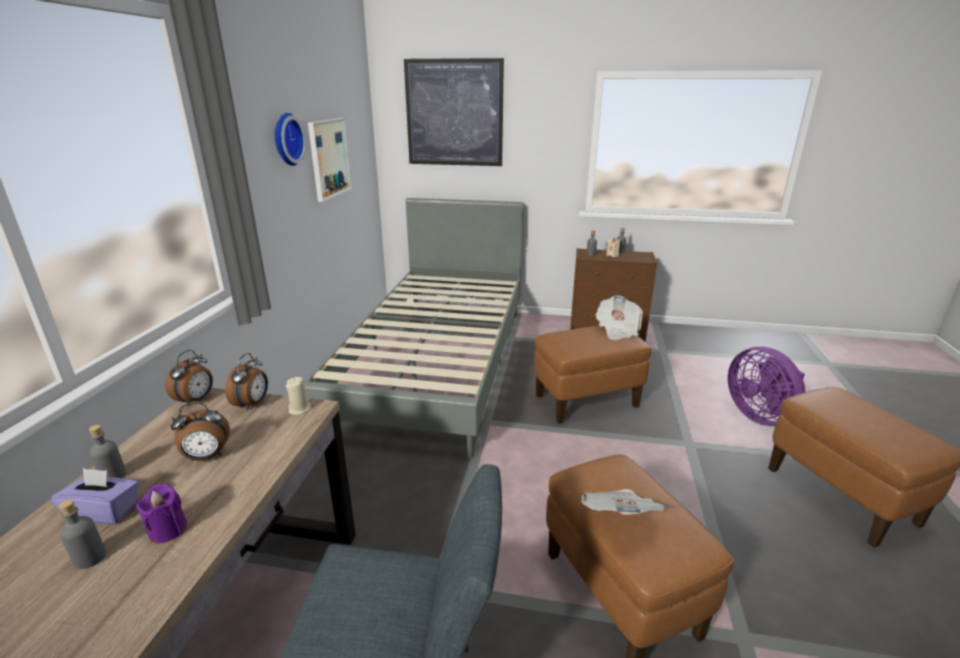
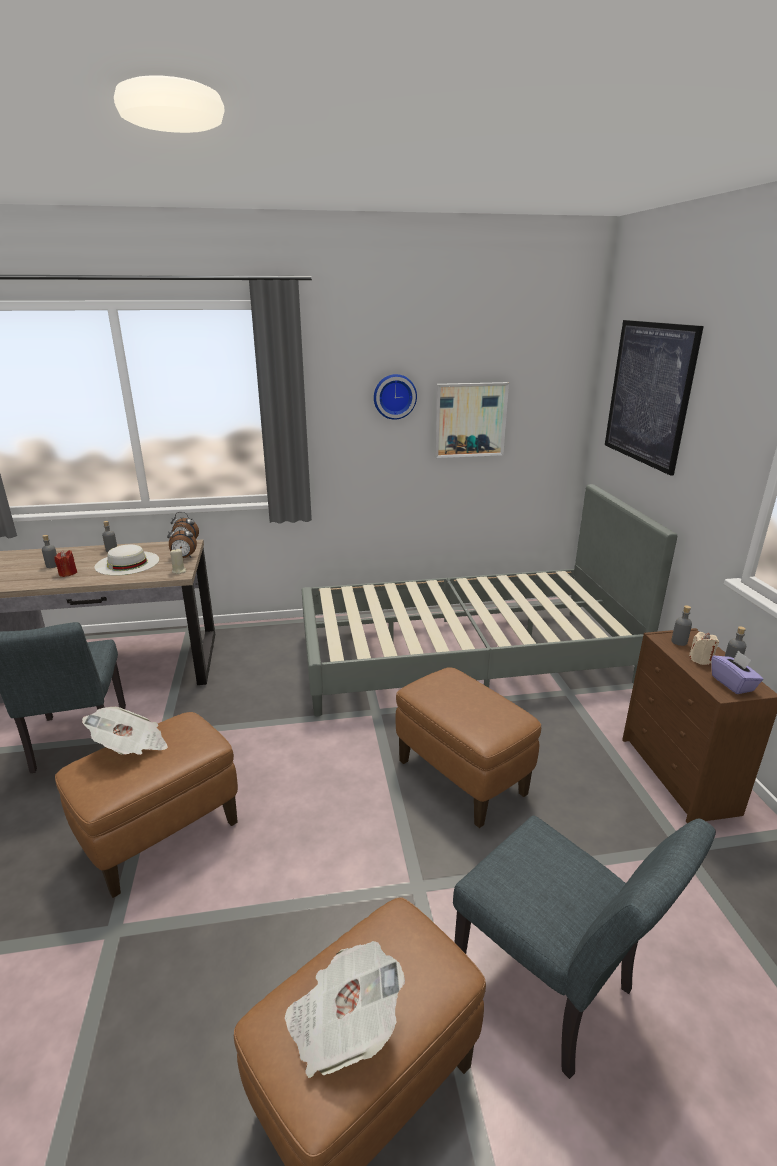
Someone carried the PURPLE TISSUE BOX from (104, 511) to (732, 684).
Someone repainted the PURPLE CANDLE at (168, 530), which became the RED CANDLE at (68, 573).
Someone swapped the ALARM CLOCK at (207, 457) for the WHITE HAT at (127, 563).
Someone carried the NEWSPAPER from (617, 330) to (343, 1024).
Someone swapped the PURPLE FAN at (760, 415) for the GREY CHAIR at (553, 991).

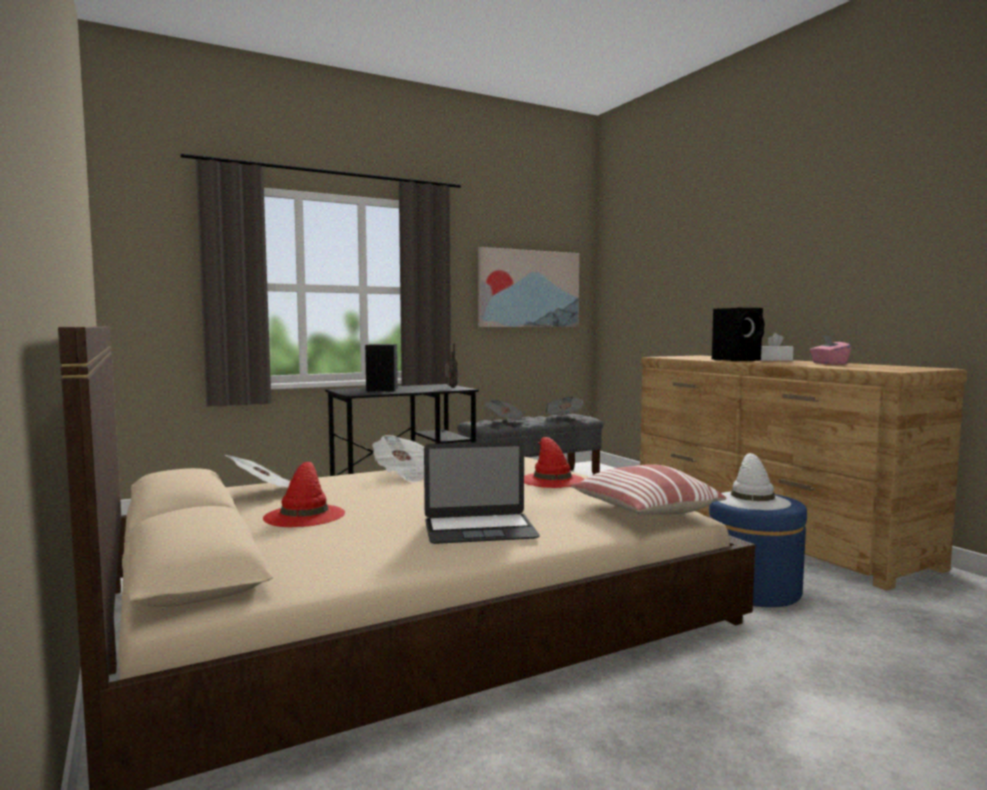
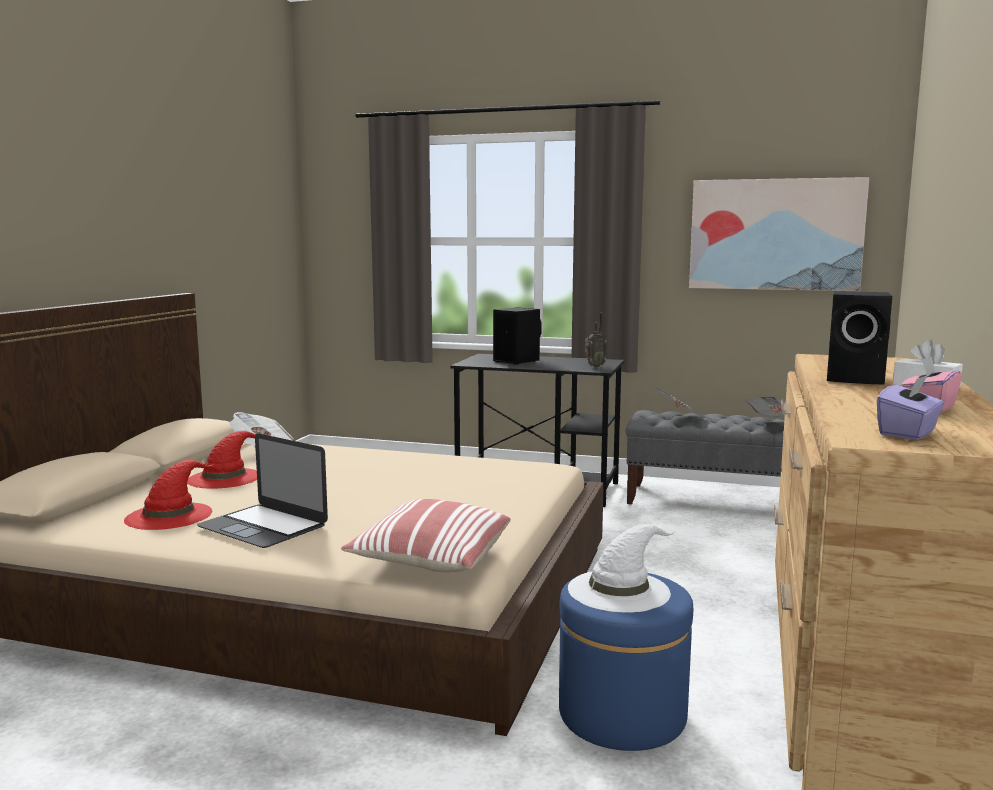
Someone took away the NEWSPAPER at (404, 475).
Someone carried the RED HAT from (551, 479) to (170, 515).
Someone put down the PURPLE TISSUE BOX at (908, 433).

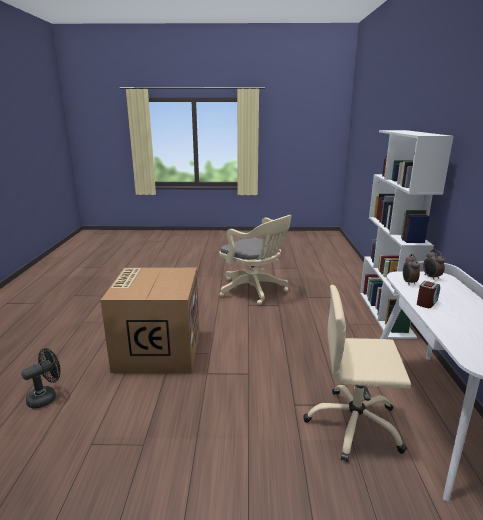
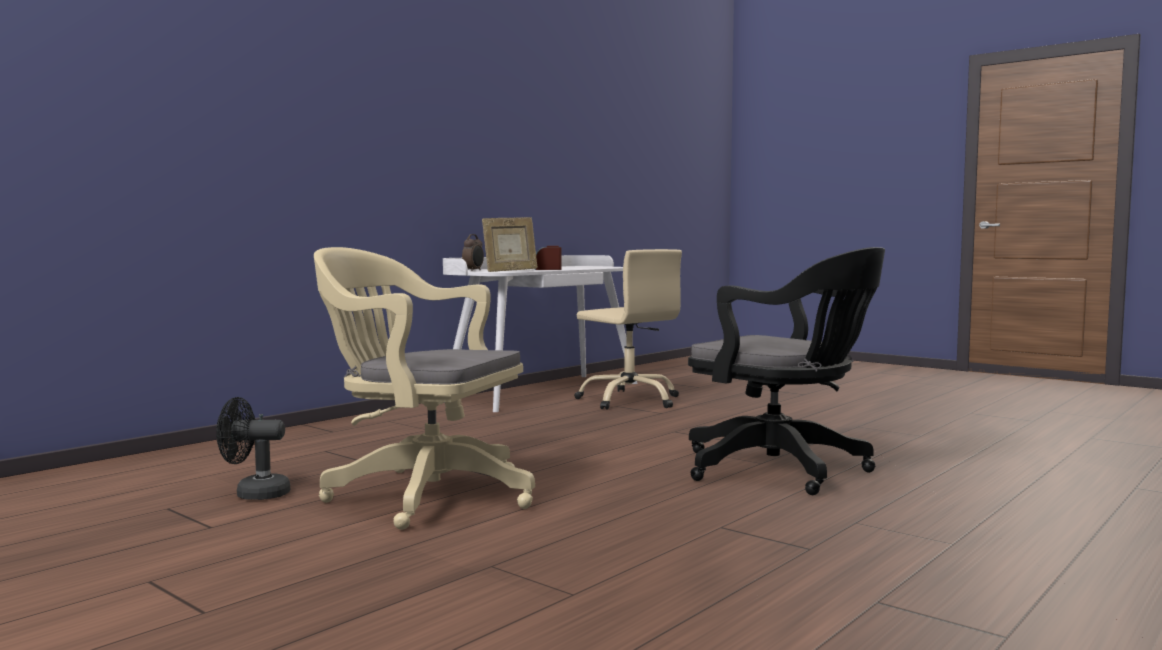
Someone carried the BLACK FAN from (46, 397) to (254, 494).
Someone swapped the CARDBOARD BOX at (157, 349) for the BLACK OFFICE CHAIR at (783, 470).
Someone rotated the BEIGE OFFICE CHAIR at (255, 290) by 60 degrees counterclockwise.
Someone took away the WHITE BOOKCASE at (386, 314).
Someone swapped the ALARM CLOCK at (408, 283) for the PICTURE FRAME at (510, 271).

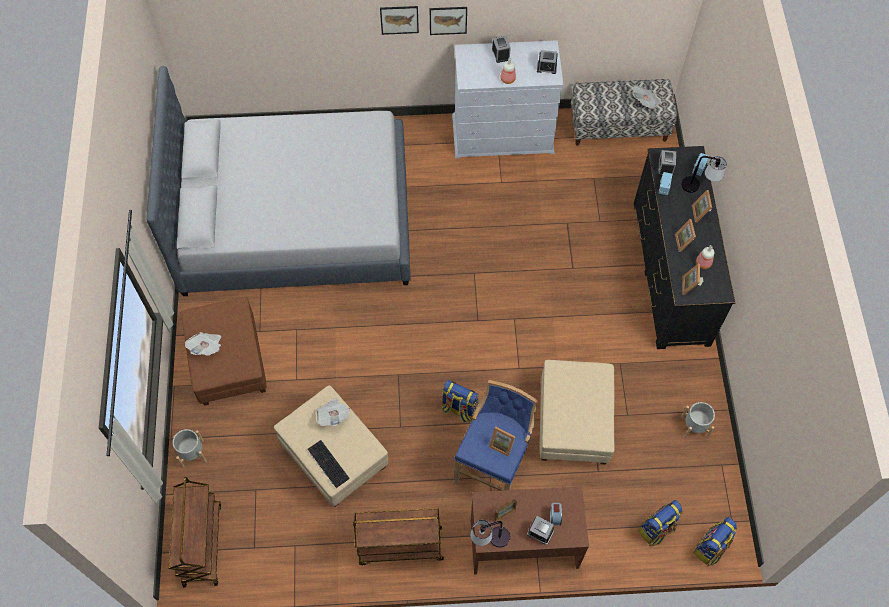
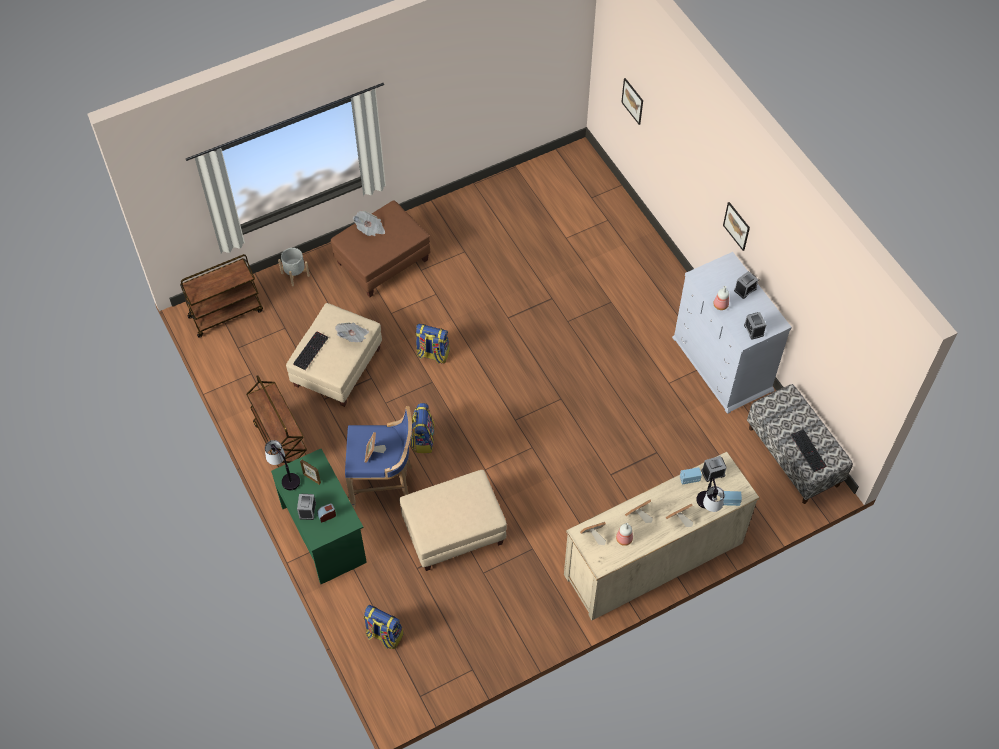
Someone took away the GREY BED at (296, 218).
Someone carried the PICTURE from (399, 19) to (632, 101).
Someone repainted the BROWN DESK at (523, 543), which became the GREEN DESK at (324, 534).
Someone swapped the NEWSPAPER at (645, 102) for the KEYBOARD at (809, 451).
Someone repainted the BLACK DRESSER at (670, 272), which became the BEIGE DRESSER at (653, 559).
Someone took away the GREY PLANTER at (694, 426).
Someone carried the BACKPACK from (711, 548) to (432, 354).

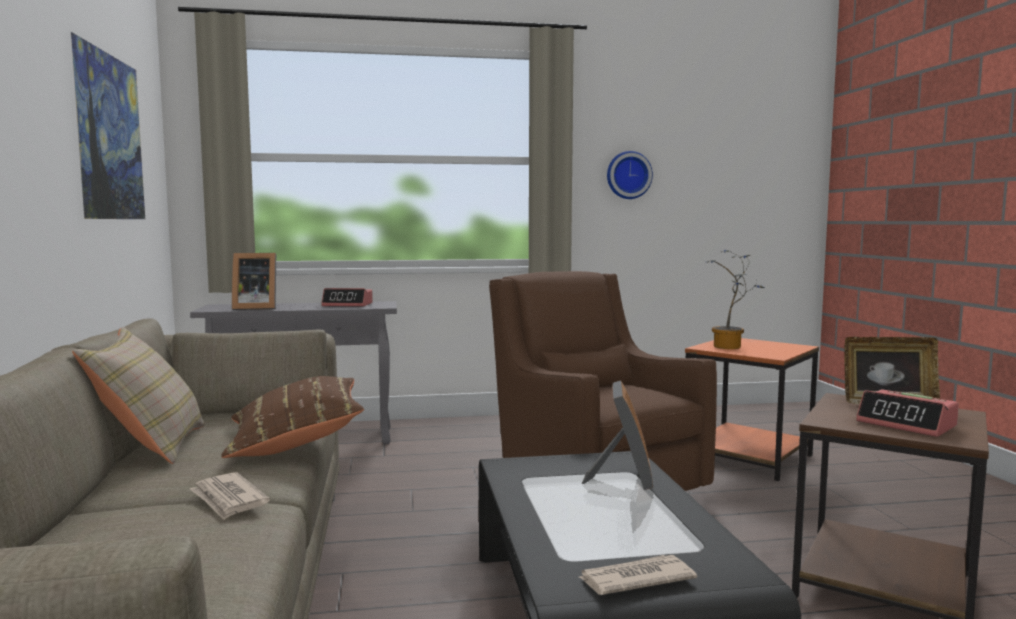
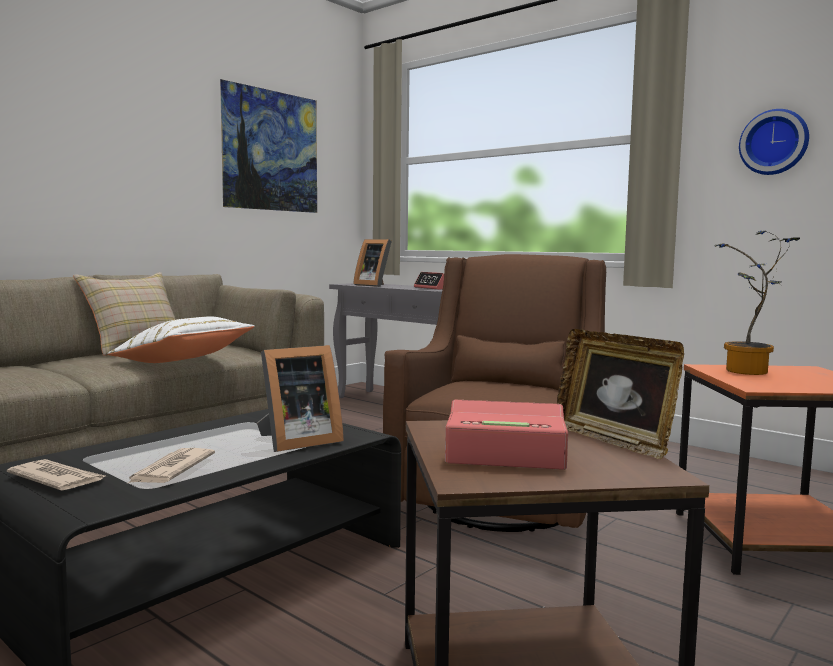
Someone carried the NEWSPAPER from (228, 499) to (170, 470).
Someone repainted the BROWN PILLOW at (295, 442), which became the WHITE PILLOW at (183, 361).
Someone rotated the ALARM CLOCK at (906, 424) by 90 degrees clockwise.

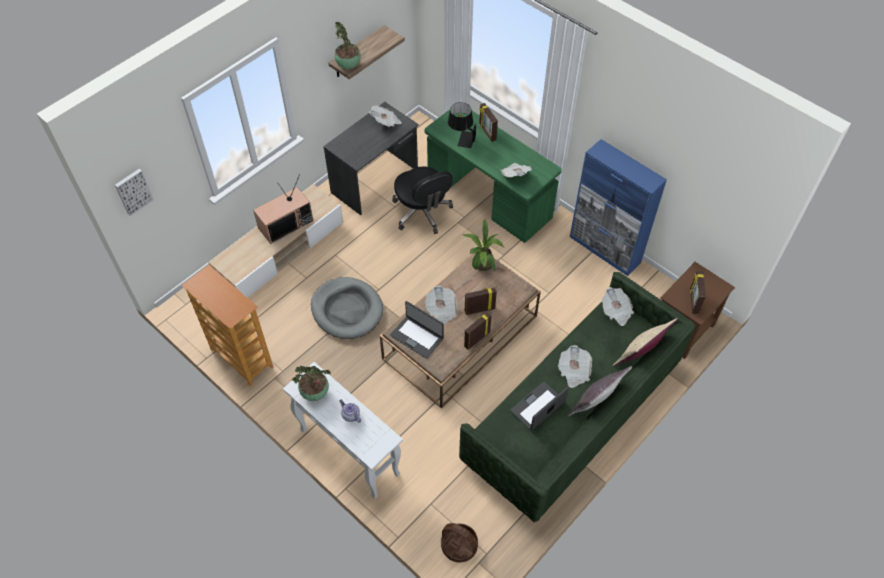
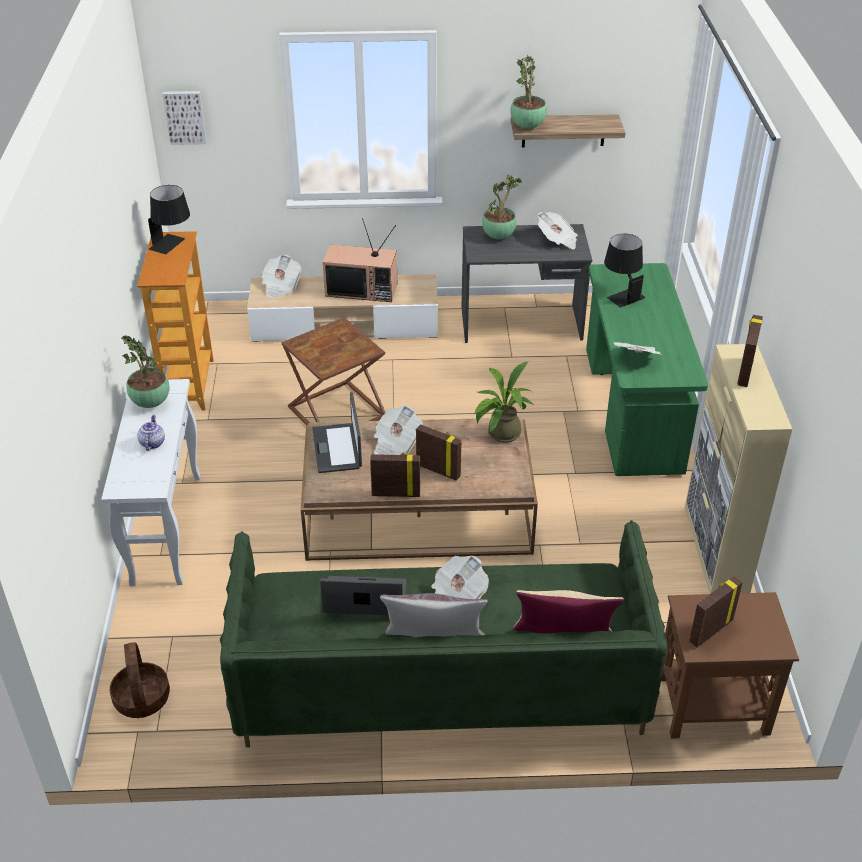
Someone swapped the GREY DOG BED at (347, 310) for the BROWN SIDE TABLE at (337, 411).
Someone took away the BLACK OFFICE CHAIR at (422, 212).
Someone carried the PICTURE FRAME from (487, 132) to (744, 372).
Someone repainted the BLUE CABINET at (605, 250), which became the BEIGE CABINET at (715, 550).
Someone carried the NEWSPAPER from (616, 311) to (281, 286).
Someone put down the BLACK TABLE LAMP at (173, 245).
Someone put down the POTTED PLANT at (499, 236).

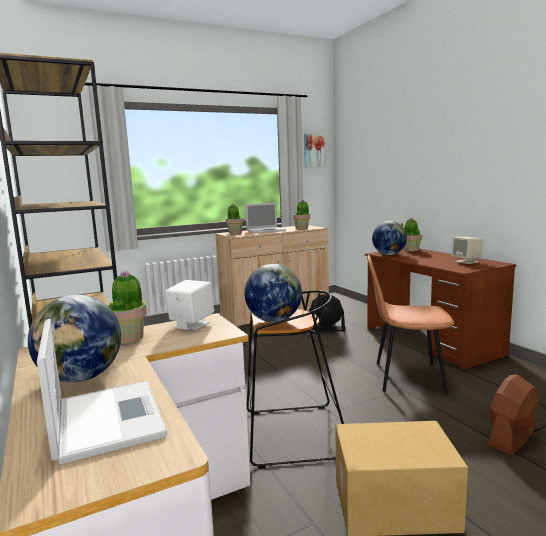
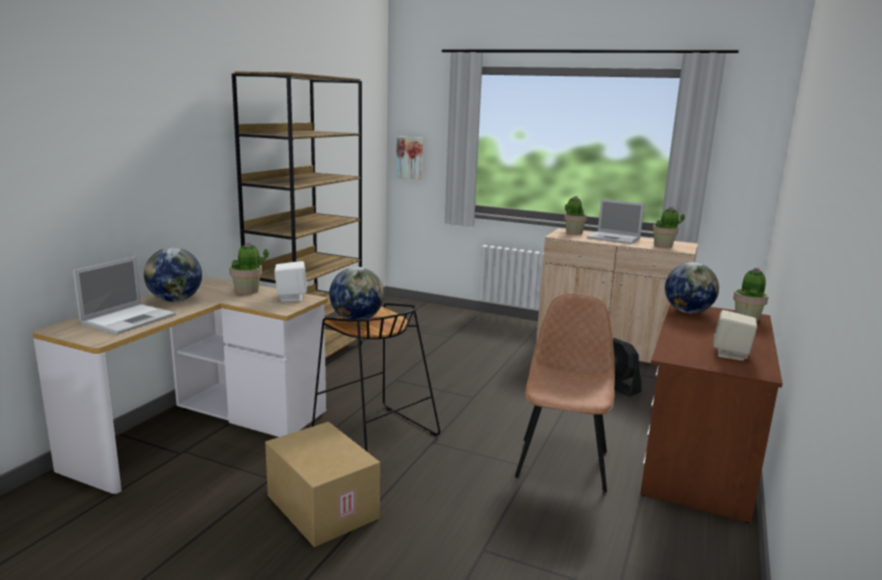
Someone carried the PICTURE from (313, 150) to (410, 158).
Someone rotated the BROWN CHAIR at (406, 377) by 45 degrees clockwise.
Someone took away the BROWN FAN at (511, 437).

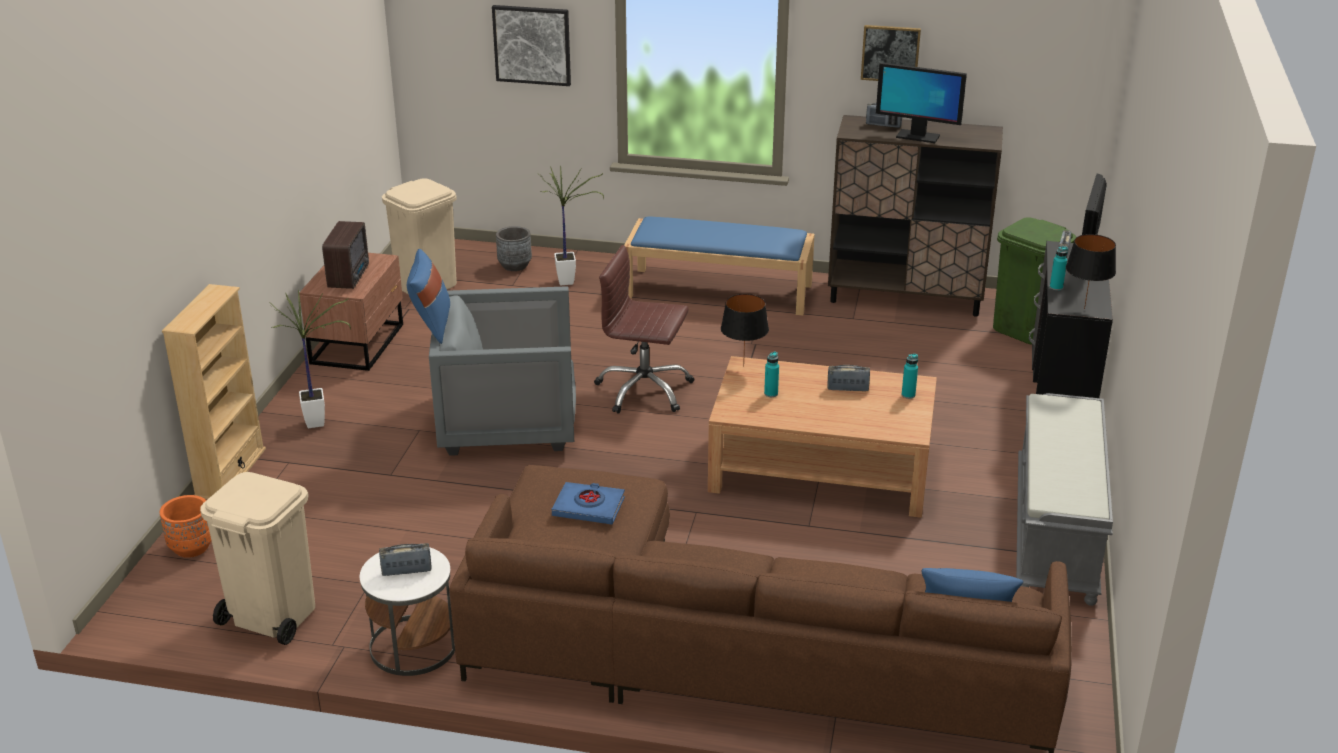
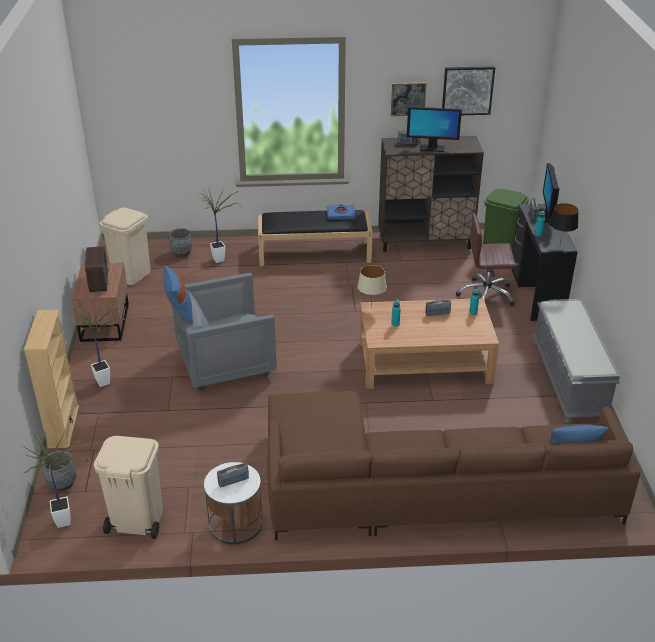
Someone repainted the ORANGE PLANTER at (191, 548), which became the GREY PLANTER at (62, 483).
Someone carried the PICTURE from (532, 45) to (467, 90).
Someone carried the BLUE BOOK from (589, 507) to (341, 214).
Someone carried the BROWN OFFICE CHAIR from (644, 390) to (486, 295).
Someone repainted the BLUE BENCH at (720, 291), which became the BLACK BENCH at (315, 253).
Someone repainted the BLACK TABLE LAMP at (744, 366), which became the BEIGE TABLE LAMP at (371, 308).
Someone put down the POTTED PLANT at (67, 523).

